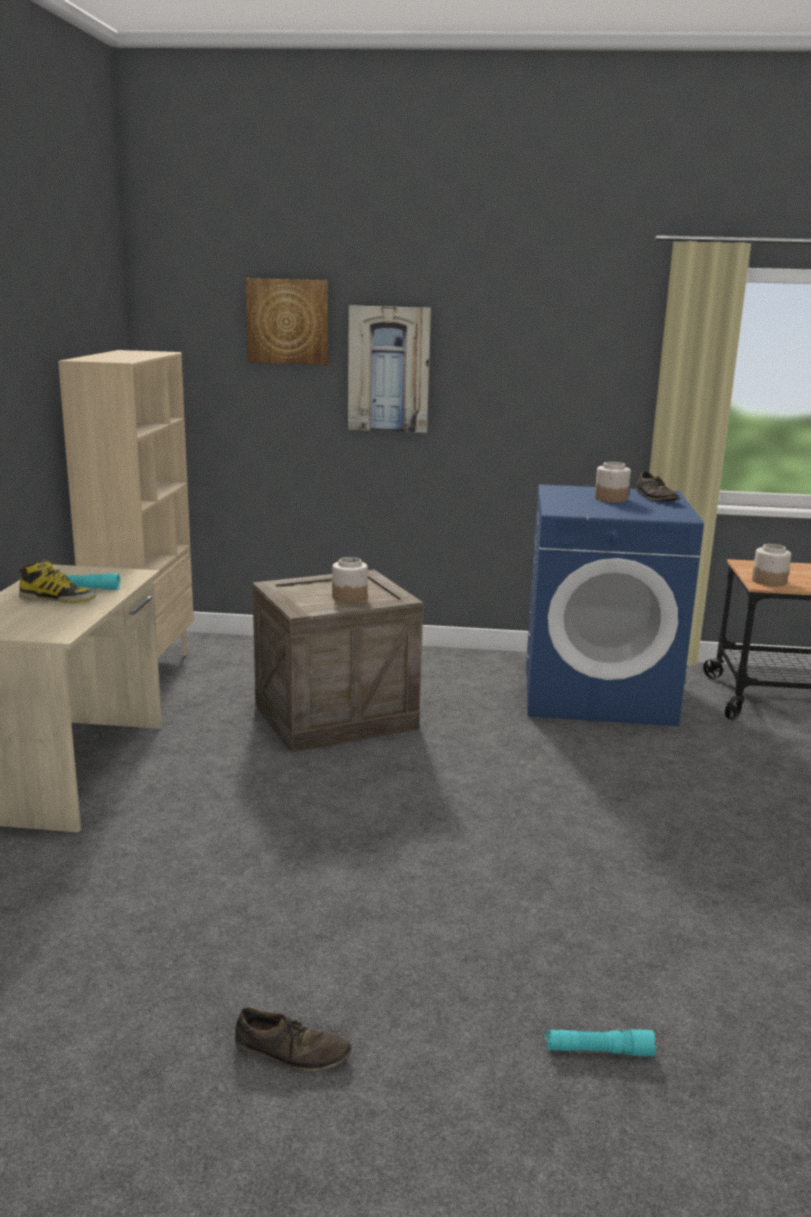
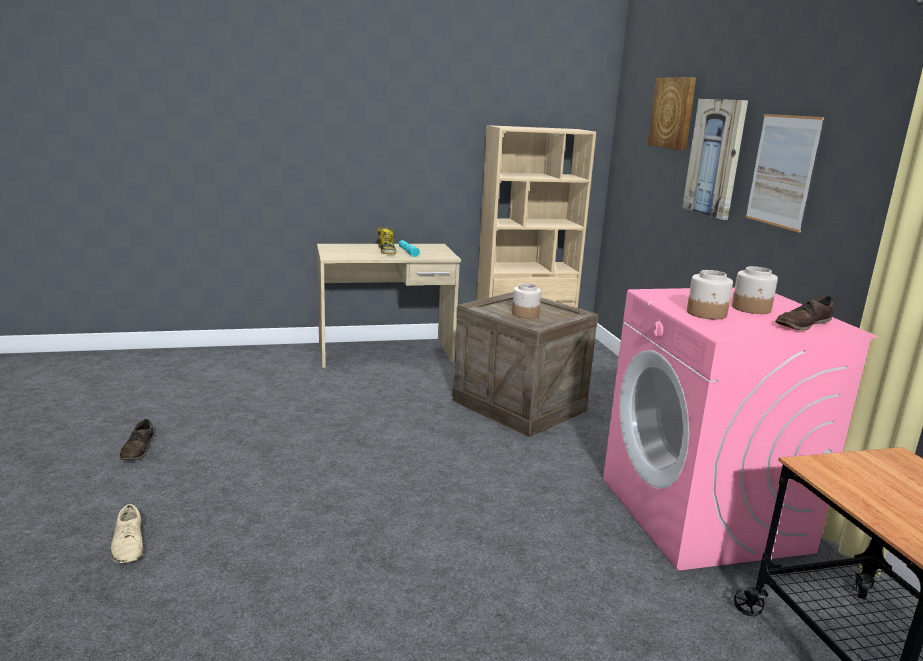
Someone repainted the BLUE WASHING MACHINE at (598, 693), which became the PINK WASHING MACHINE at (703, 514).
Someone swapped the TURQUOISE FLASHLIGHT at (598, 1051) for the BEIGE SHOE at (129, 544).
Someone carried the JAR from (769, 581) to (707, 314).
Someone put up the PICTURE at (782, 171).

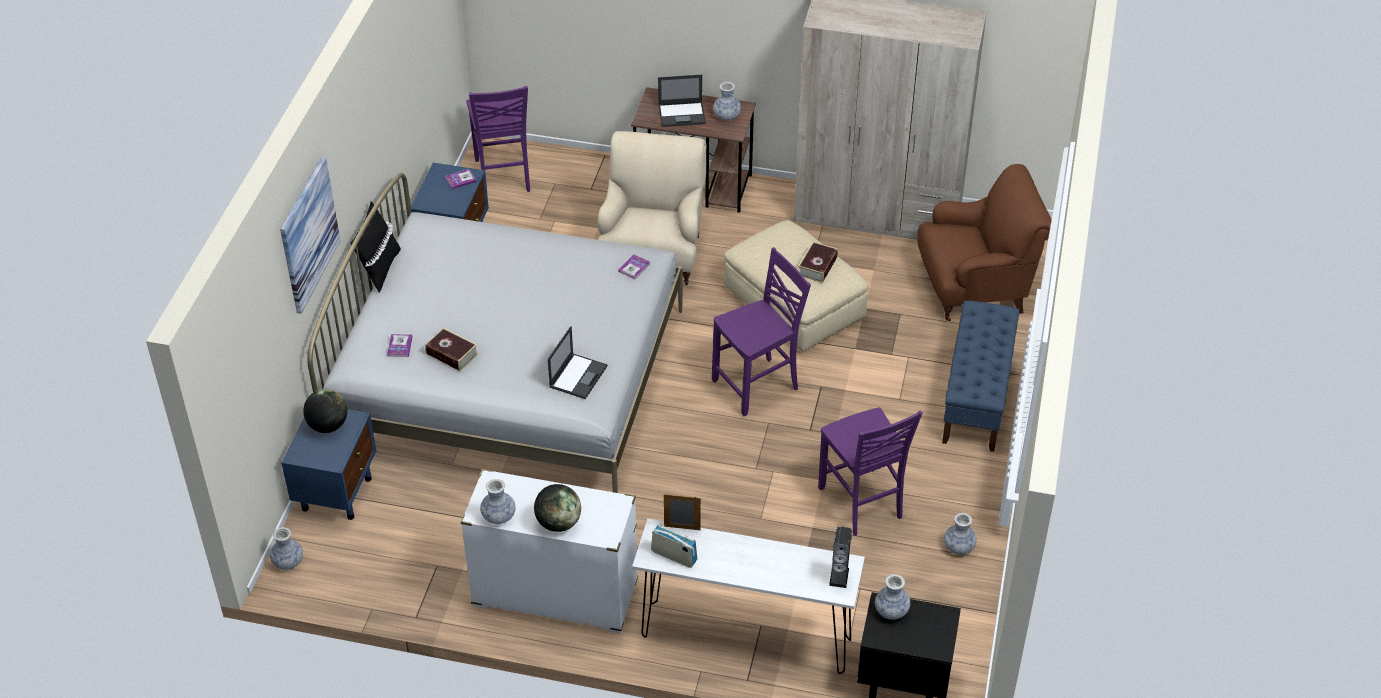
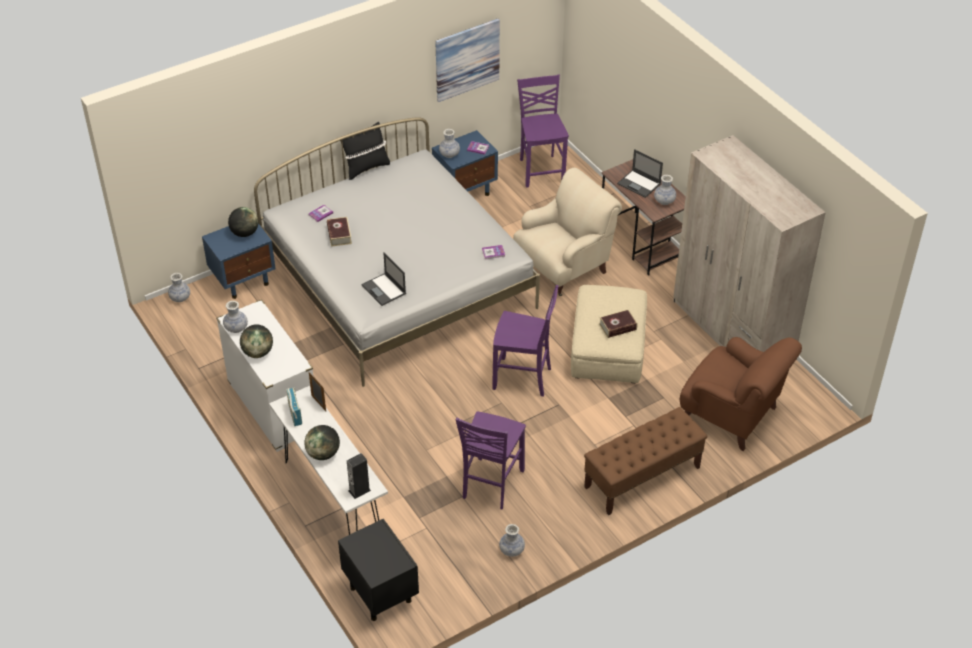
Someone carried the PICTURE from (309, 234) to (467, 59).
Someone rotated the PURPLE CHAIR at (503, 176) by 135 degrees clockwise.
Someone rotated the LAPTOP at (578, 376) by 75 degrees clockwise.
Someone carried the VASE from (891, 611) to (449, 154).
Someone repainted the BLUE BENCH at (976, 397), which became the BROWN BENCH at (642, 477).
Someone put down the GLOBE at (323, 454).

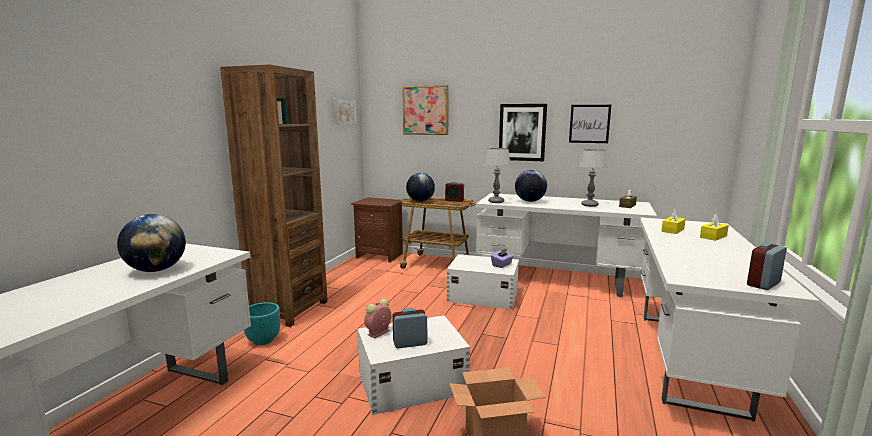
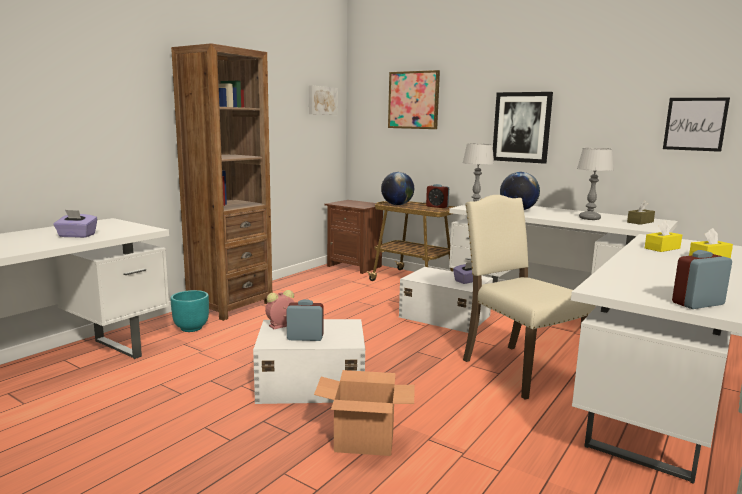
Someone swapped the GLOBE at (156, 270) for the PURPLE TISSUE BOX at (76, 236).
Someone carried the PICTURE from (589, 124) to (695, 124).
Someone put down the BEIGE CHAIR at (517, 368).

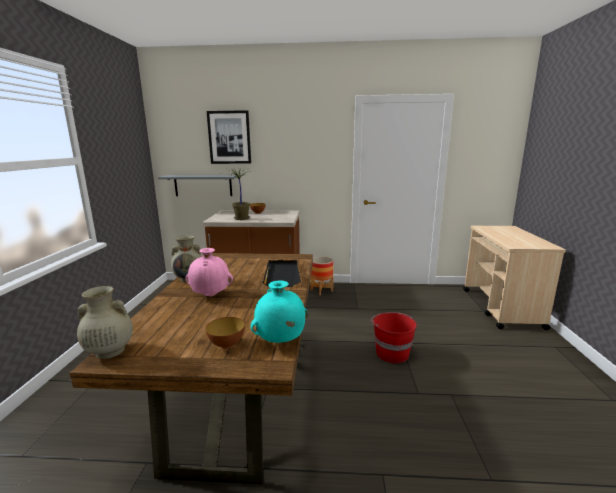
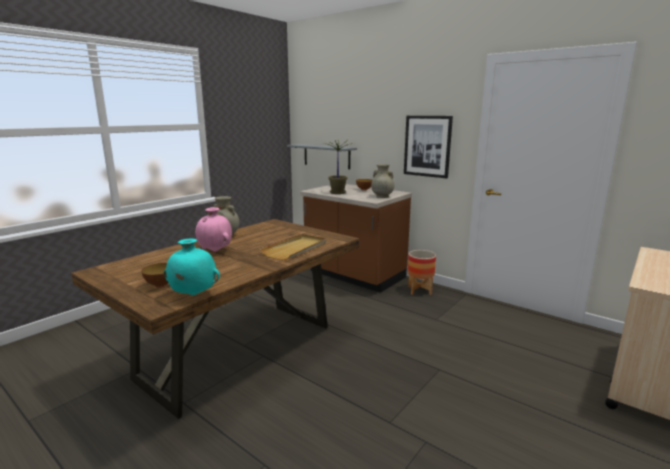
Someone carried the BEIGE VASE from (109, 351) to (382, 196).
Someone carried the PICTURE from (229, 137) to (427, 146).
Someone repainted the BLACK TRAY at (282, 274), which became the BEIGE TRAY at (295, 249).
Someone took away the RED BUCKET at (391, 353).

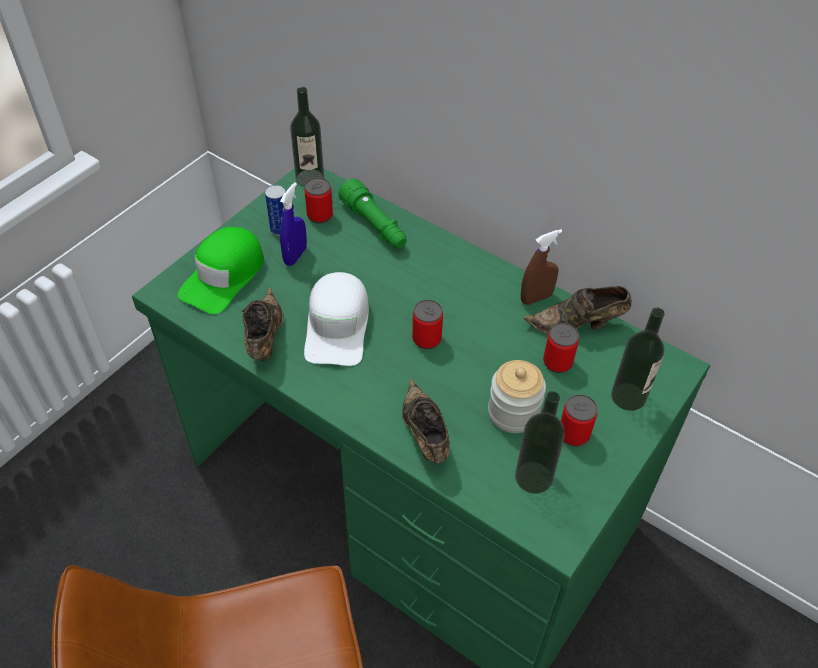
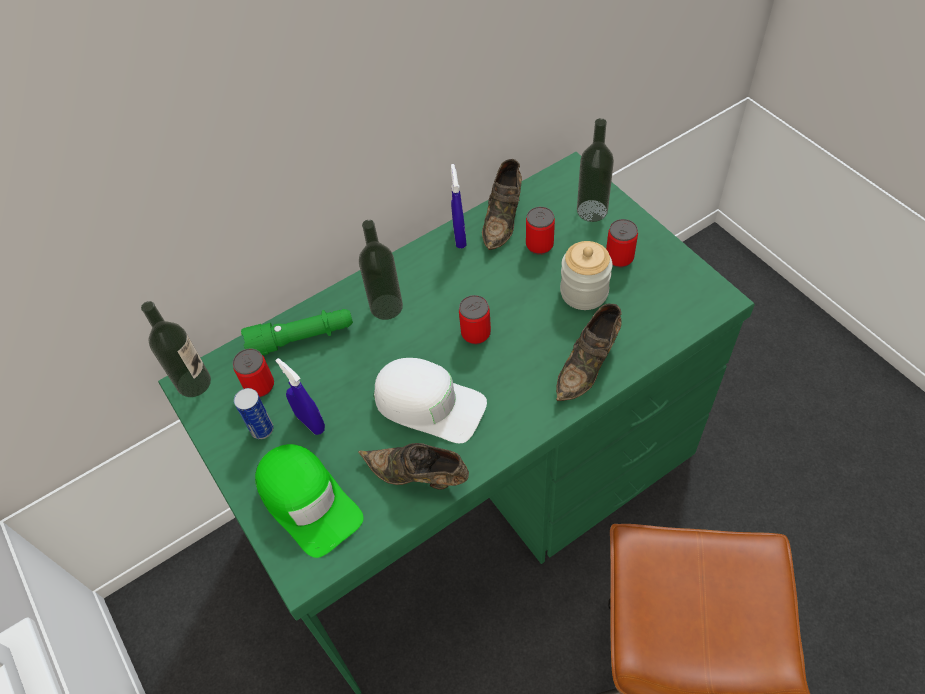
Someone rotated the BROWN SHOE at (424, 435) by 60 degrees counterclockwise.
Someone carried the BOTTLE from (533, 477) to (386, 307).
Someone repainted the BROWN SPRAY BOTTLE at (536, 298), which became the BLUE SPRAY BOTTLE at (460, 237).

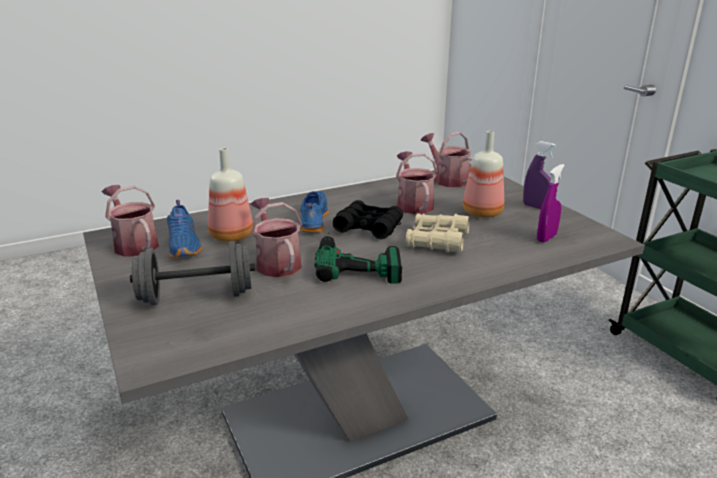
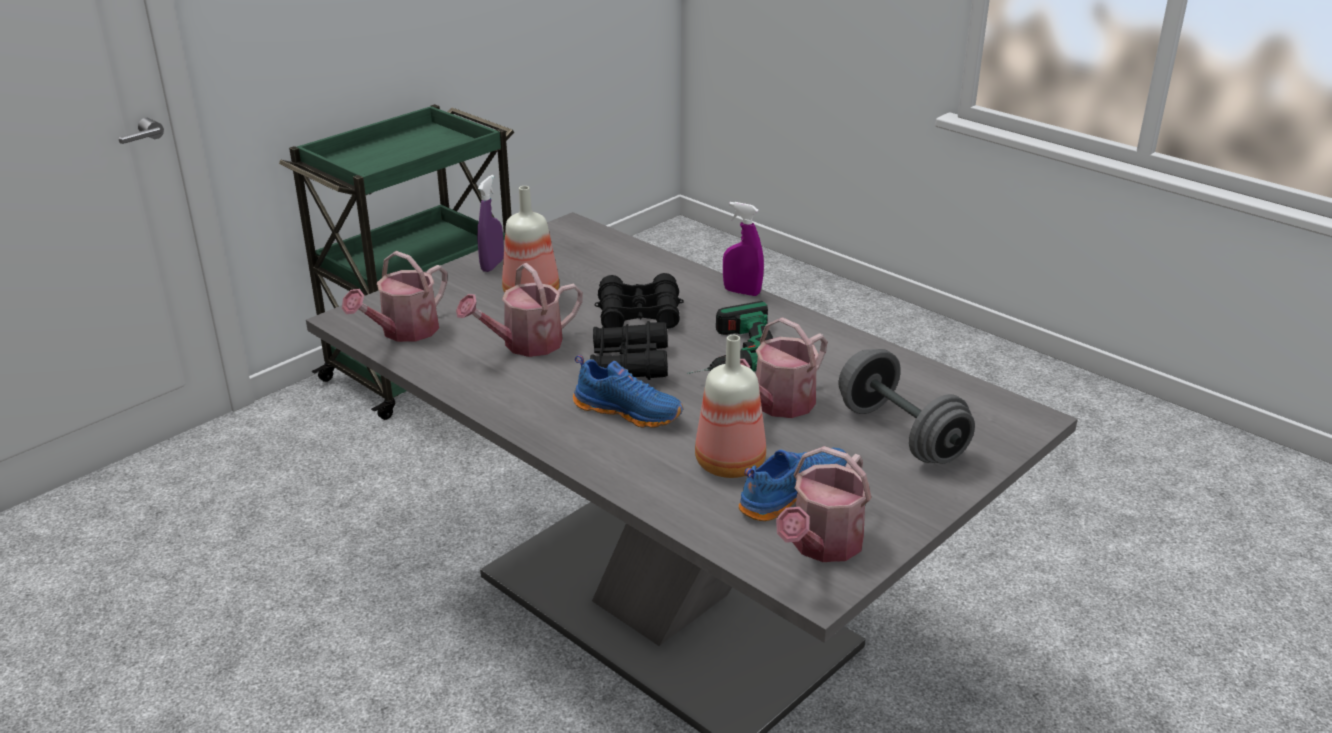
Someone rotated the BLUE SHOE at (312, 219) by 135 degrees counterclockwise.
Someone repainted the BEIGE BINOCULARS at (437, 241), which became the BLACK BINOCULARS at (639, 314).
Someone carried the PURPLE SPRAY BOTTLE from (546, 238) to (742, 292).

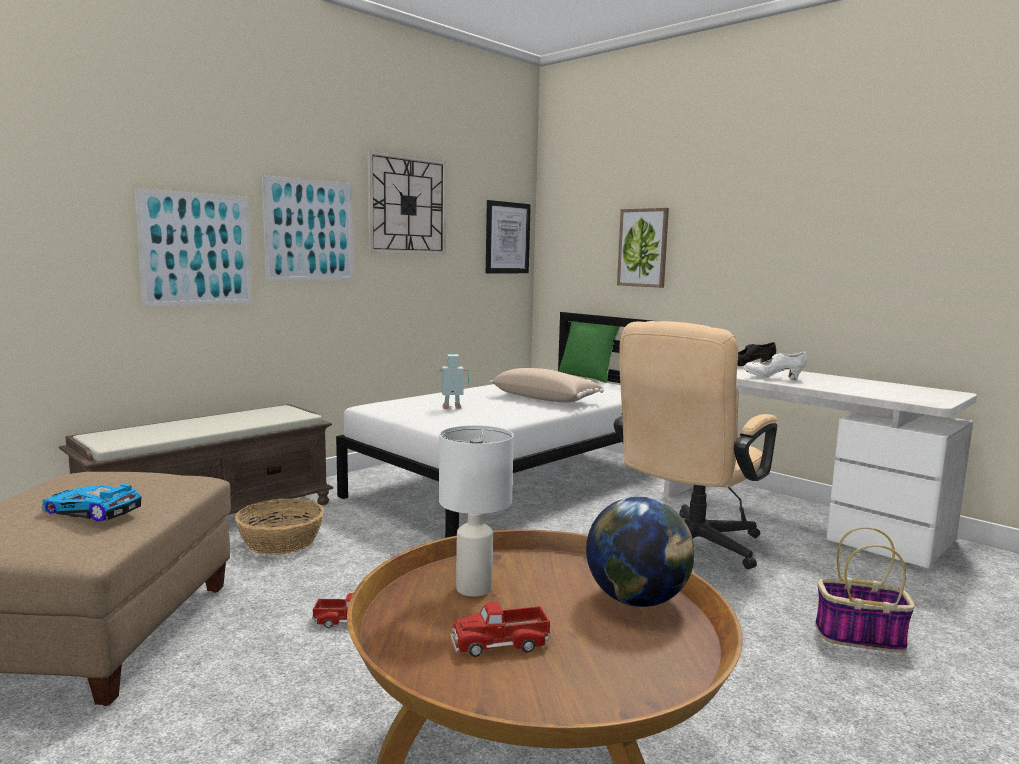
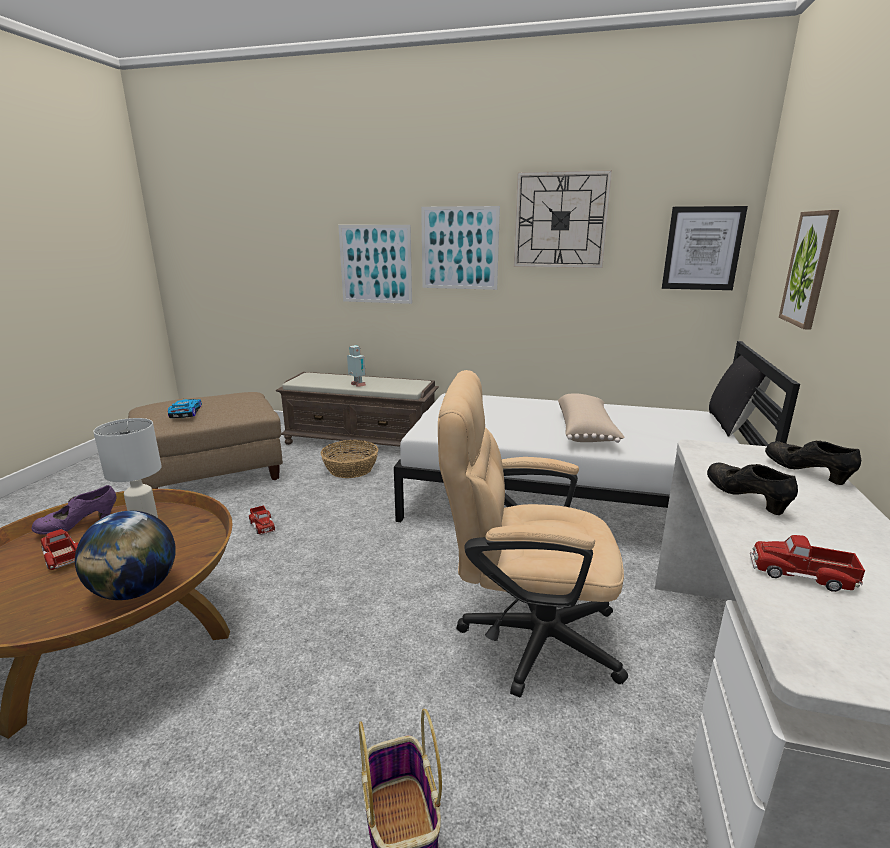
Someone carried the TOY ROBOT from (452, 408) to (357, 385).
Someone repainted the GREEN PILLOW at (587, 377), which became the BLACK PILLOW at (731, 425).
Someone repainted the WHITE SHOE at (773, 378), which became the BLACK SHOE at (746, 499).
Someone put down the PURPLE SHOE at (79, 526).
Someone put down the TOY TRUCK at (801, 574).

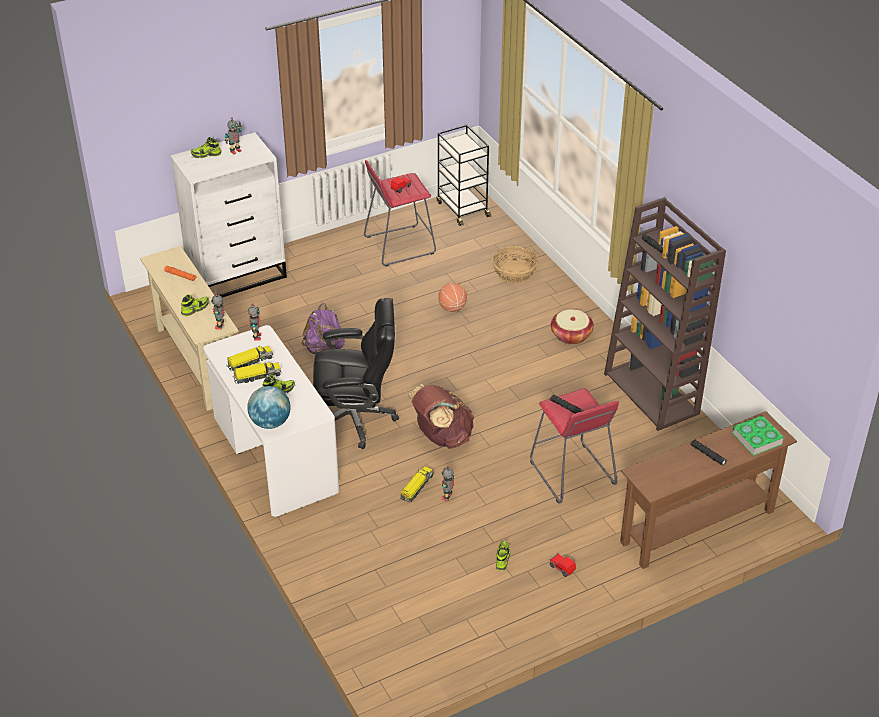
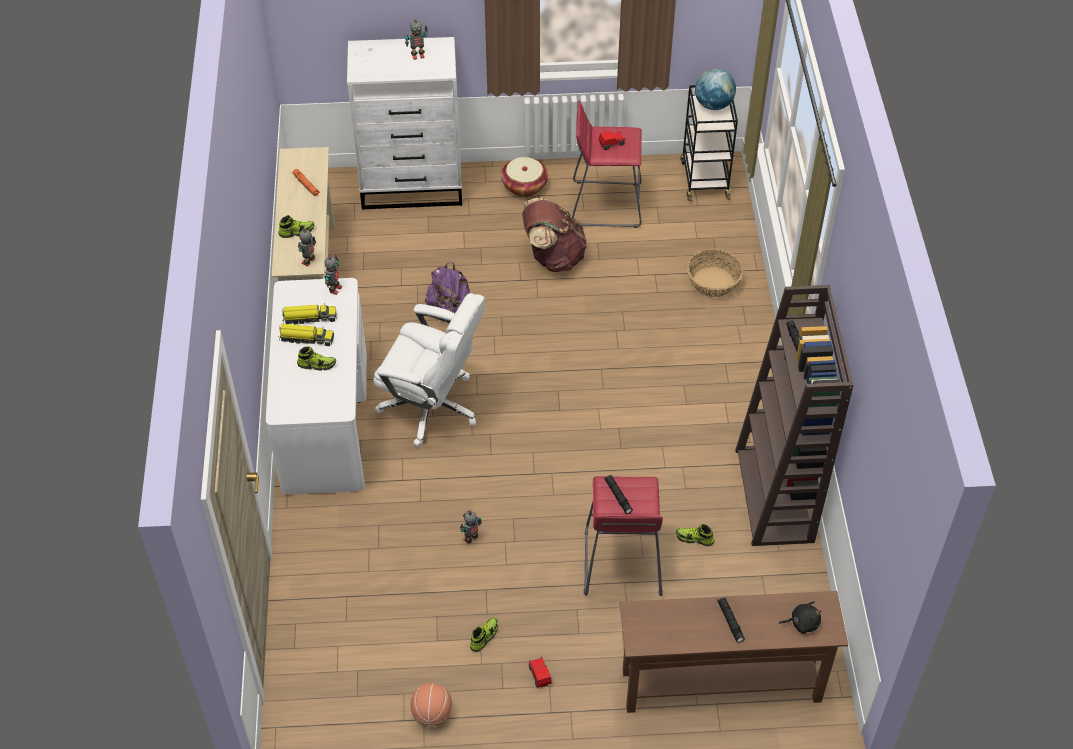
Someone carried the SHOE from (206, 154) to (694, 539).
Someone carried the GLOBE from (270, 422) to (713, 105).
Someone repainted the BLACK OFFICE CHAIR at (355, 418), which became the WHITE OFFICE CHAIR at (432, 406).
Someone took away the TOY TRUCK at (416, 487).
Someone carried the BROWN BACKPACK from (442, 437) to (553, 257).
Someone carried the BASKETBALL from (452, 308) to (432, 714).
Someone carried the BASKET from (571, 335) to (524, 186).
Someone swapped the BOOK at (757, 438) for the BLACK PLUSH TOY at (802, 623).

